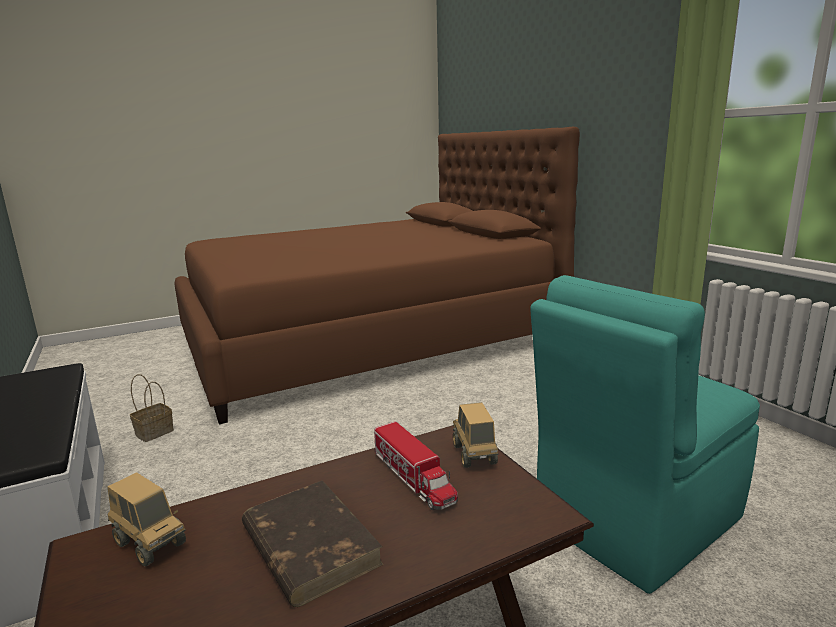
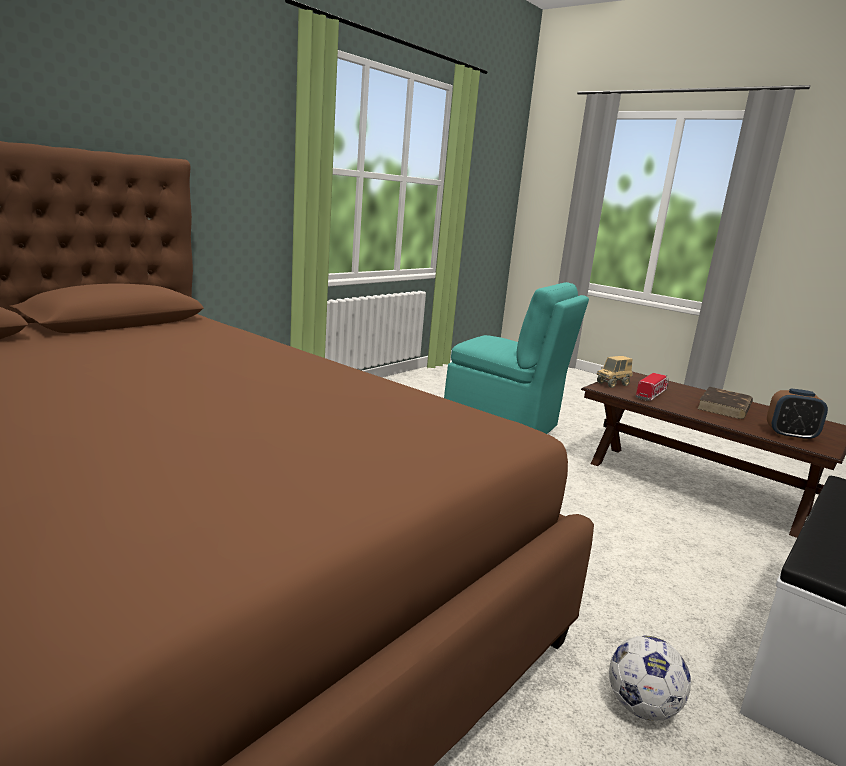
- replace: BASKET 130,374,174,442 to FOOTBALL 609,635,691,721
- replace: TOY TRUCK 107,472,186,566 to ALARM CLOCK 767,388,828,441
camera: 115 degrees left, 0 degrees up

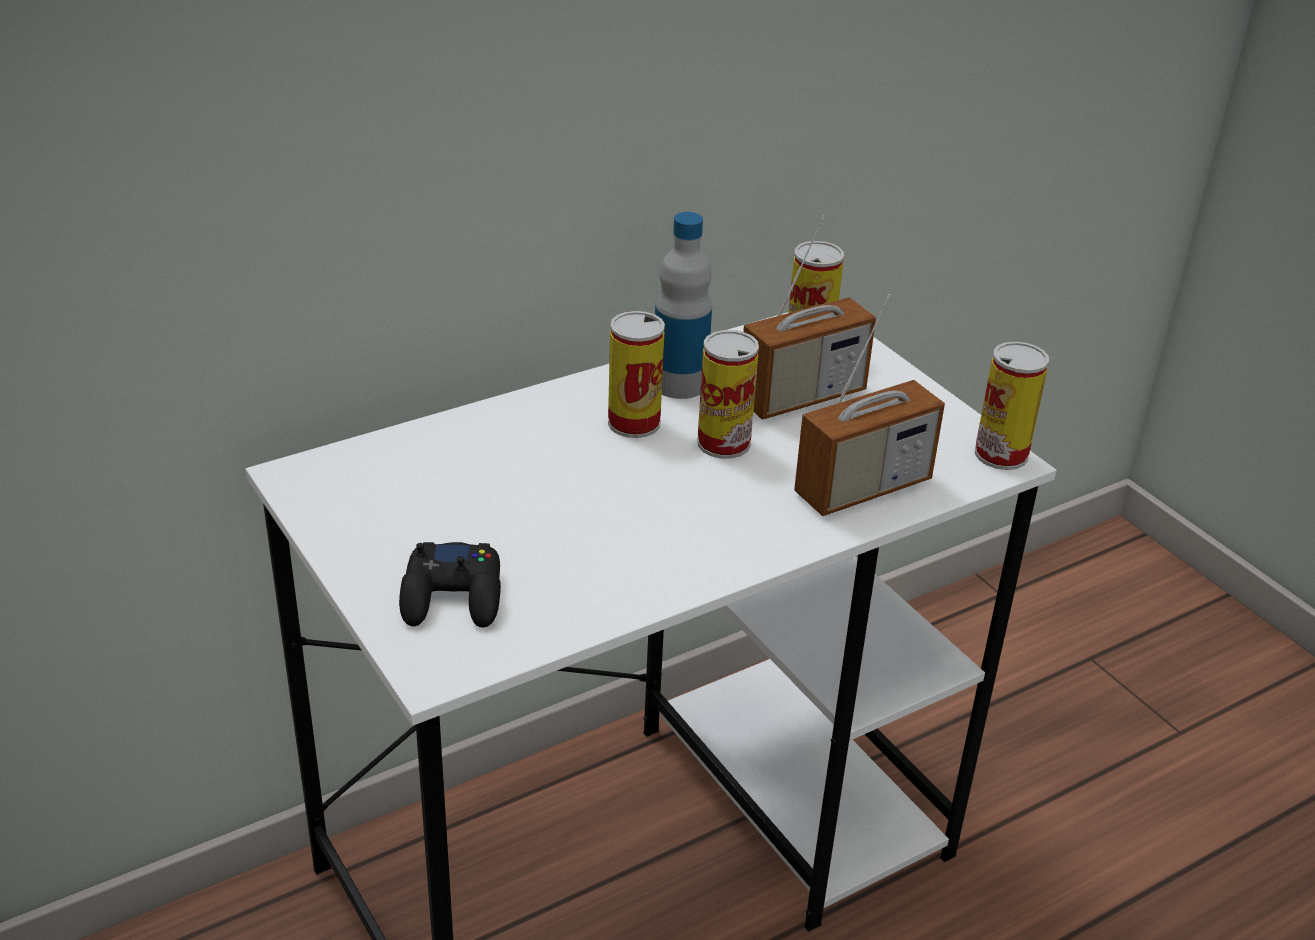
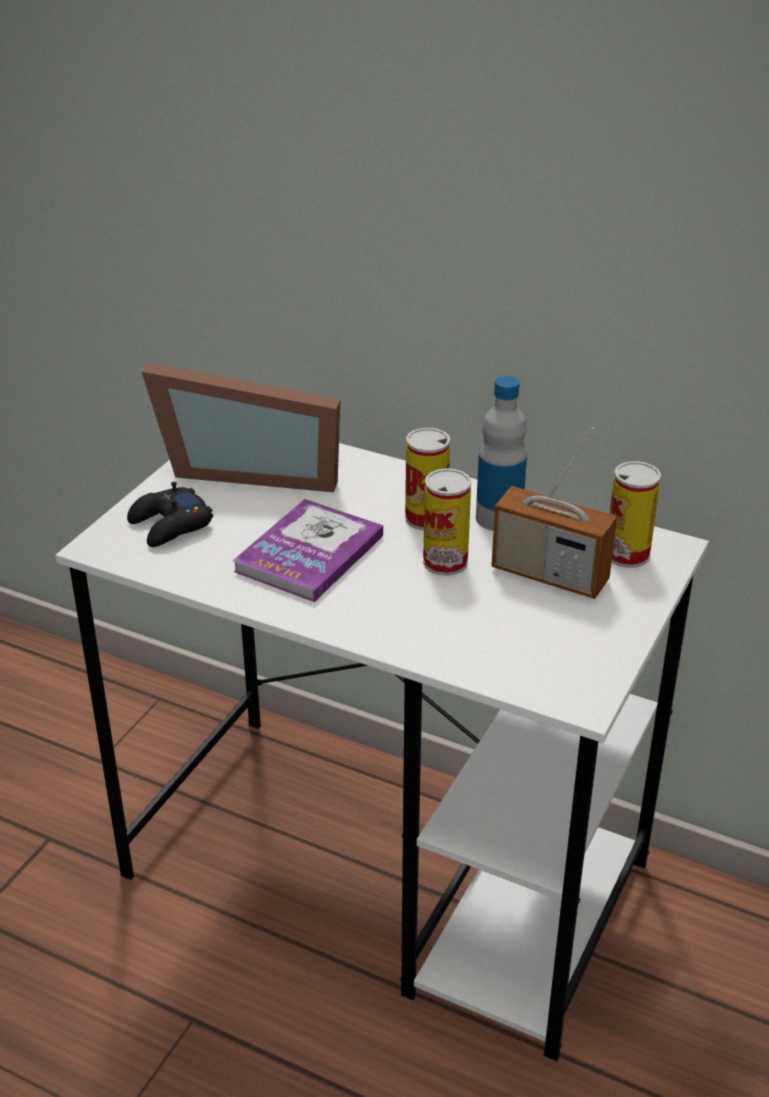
- delete: RADIO 794,294,945,516
- delete: CAN 975,341,1049,470
- insert: PICTURE FRAME 141,362,340,492
- insert: BOOK 233,499,383,602
camera: 60 degrees right, 0 degrees up

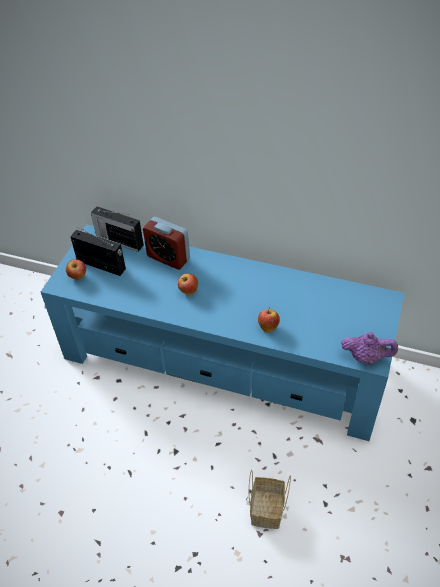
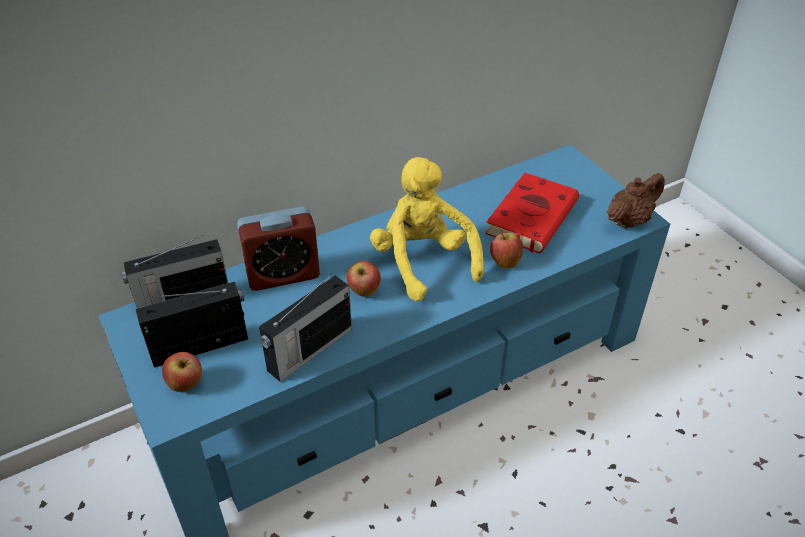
- recolor: PURPLE TEAPOT 341,332,398,365 to BROWN TEAPOT 606,173,665,229
- delete: BASKET 249,470,291,529
- insert: YELLOW PLUSH TOY 370,157,484,301
- insert: RED BOOK 485,173,579,254
- insert: RADIO 259,273,352,382
camera: 50 degrees left, 5 degrees down

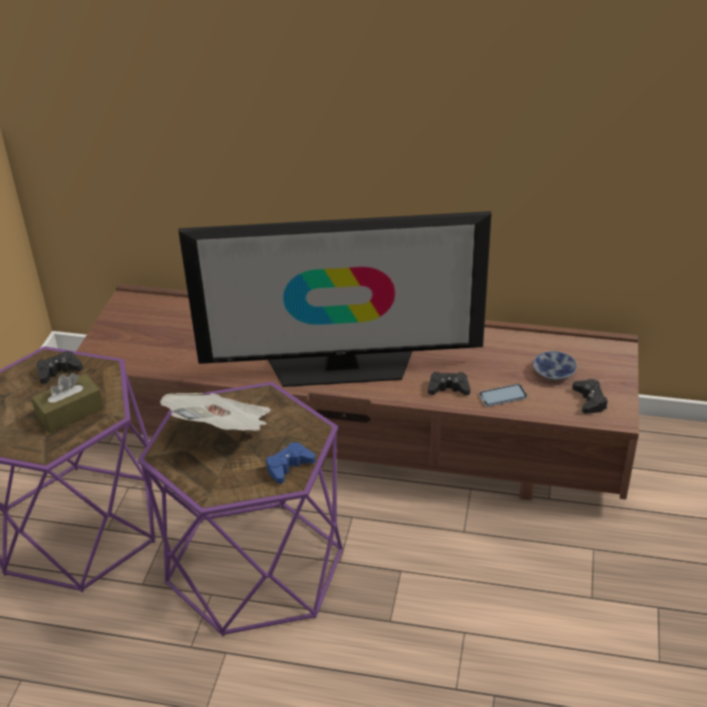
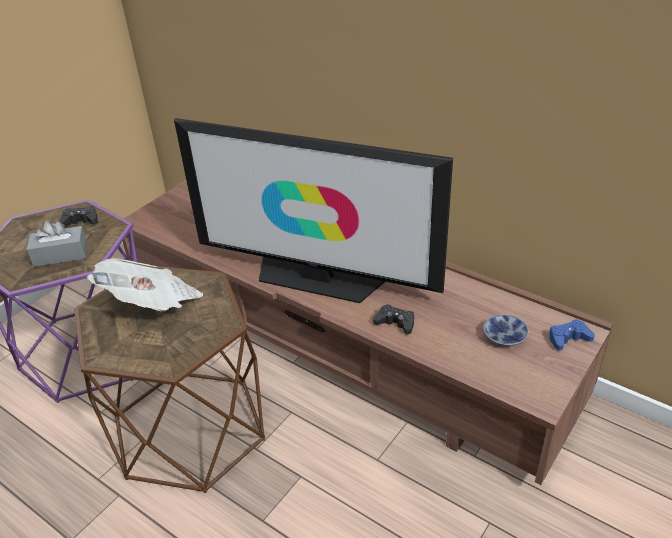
- recolor: BROWN TISSUE BOX 31,373,104,433 to GREY TISSUE BOX 26,220,88,267
- delete: BLACK GAME CONTROLLER 572,379,608,414
- recolor: PURPLE SIDE TABLE 138,382,343,636 to BROWN SIDE TABLE 74,266,265,493
- delete: PHONE 479,384,527,407
- move: BLUE GAME CONTROLLER 266,442,316,484 to 549,319,595,350
camera: 25 degrees right, 0 degrees up

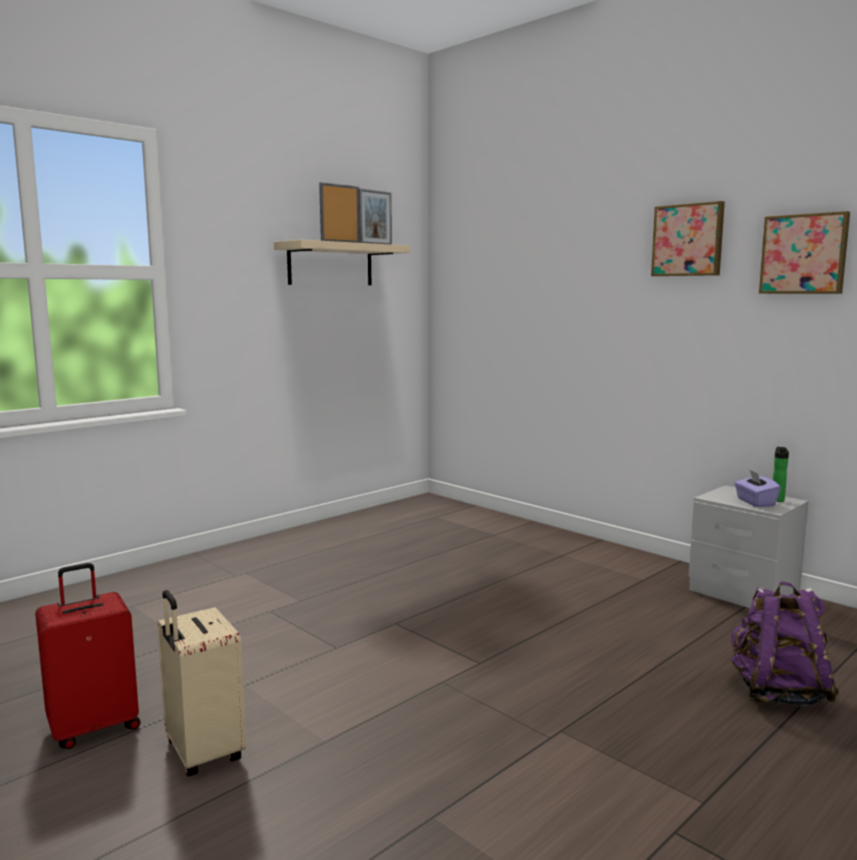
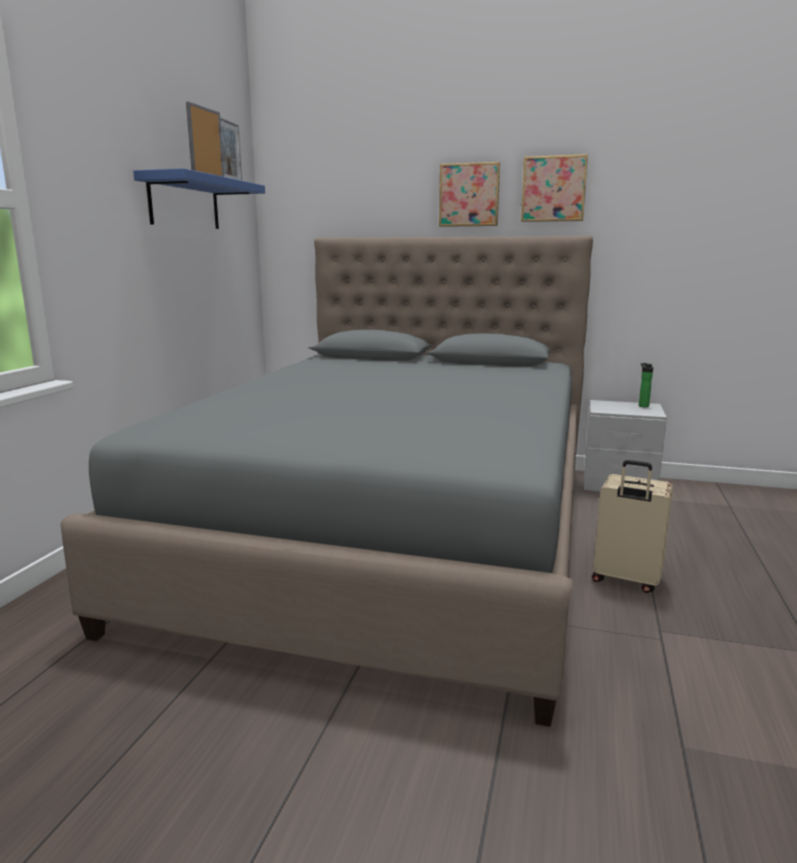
- move: PICTURE 759,211,850,294 to 439,162,500,227
- recolor: BEIGE SHELF 274,240,410,285 to BLUE SHELF 133,168,265,229
- delete: PURPLE TISSUE BOX 734,469,781,507
- delete: RED SUITCASE 35,563,141,749
- delete: PURPLE BACKPACK 731,581,840,707
- move: BEIGE SUITCASE 157,590,246,776 to 592,460,673,593
- insert: GREY BED 60,235,593,727
camera: 30 degrees left, 5 degrees up

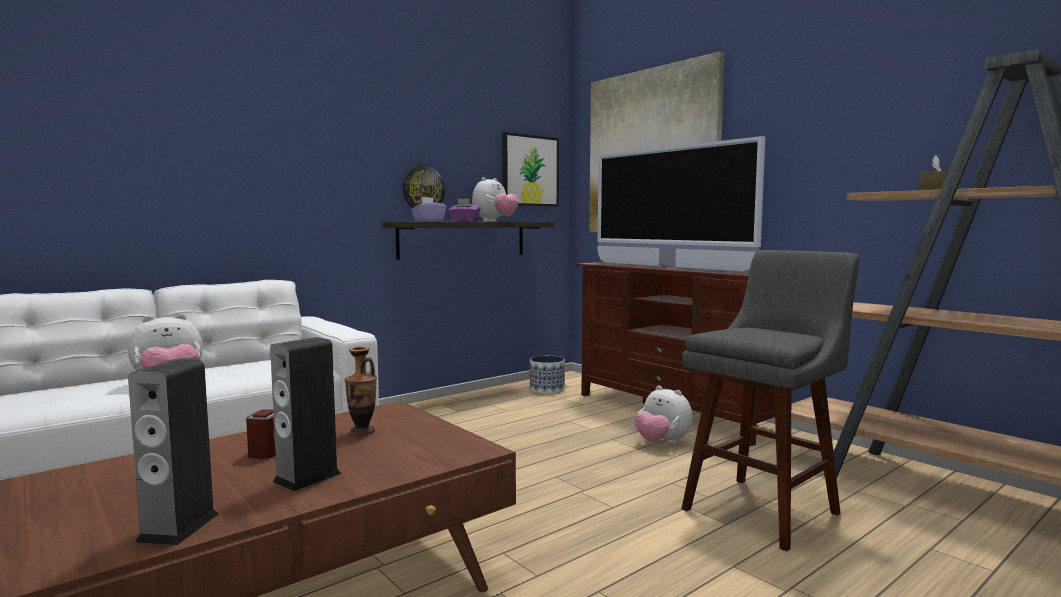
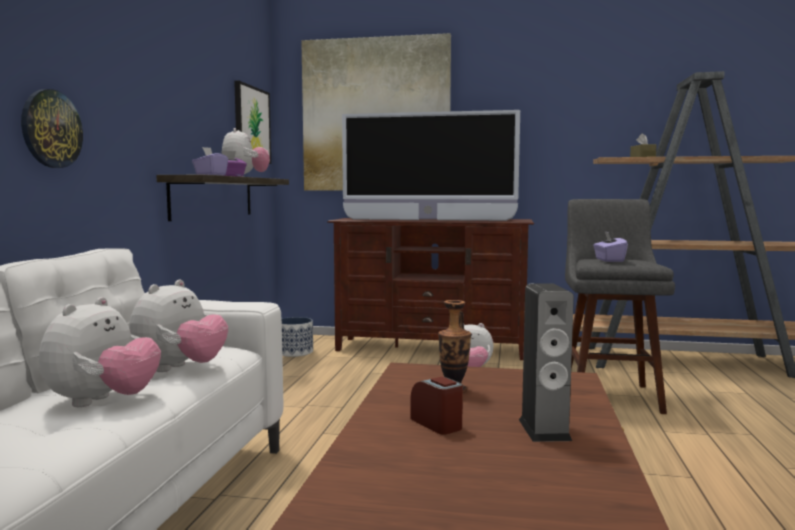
- move: WALL CLOCK 403,165,445,208 to 21,89,83,168
- delete: SPEAKER 128,359,218,545
- insert: PURPLE TISSUE BOX 593,232,628,262
- insert: PLUSH TOY 129,280,228,372
camera: 40 degrees left, 0 degrees up

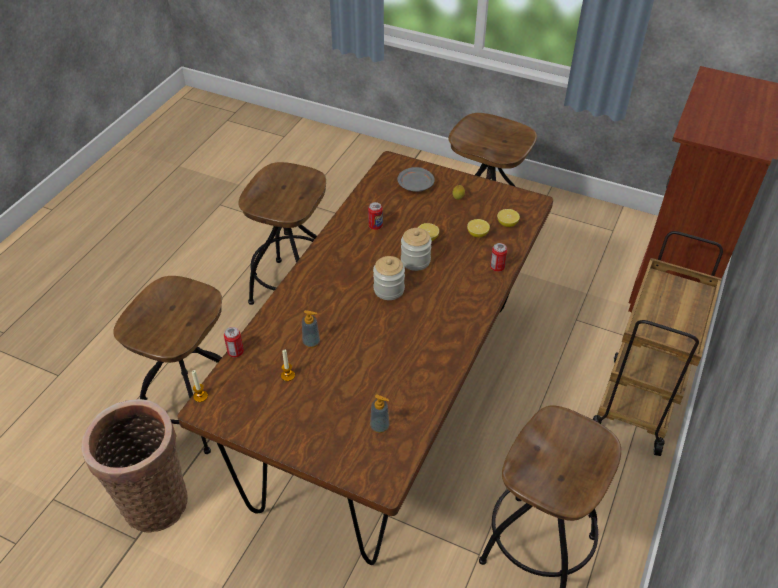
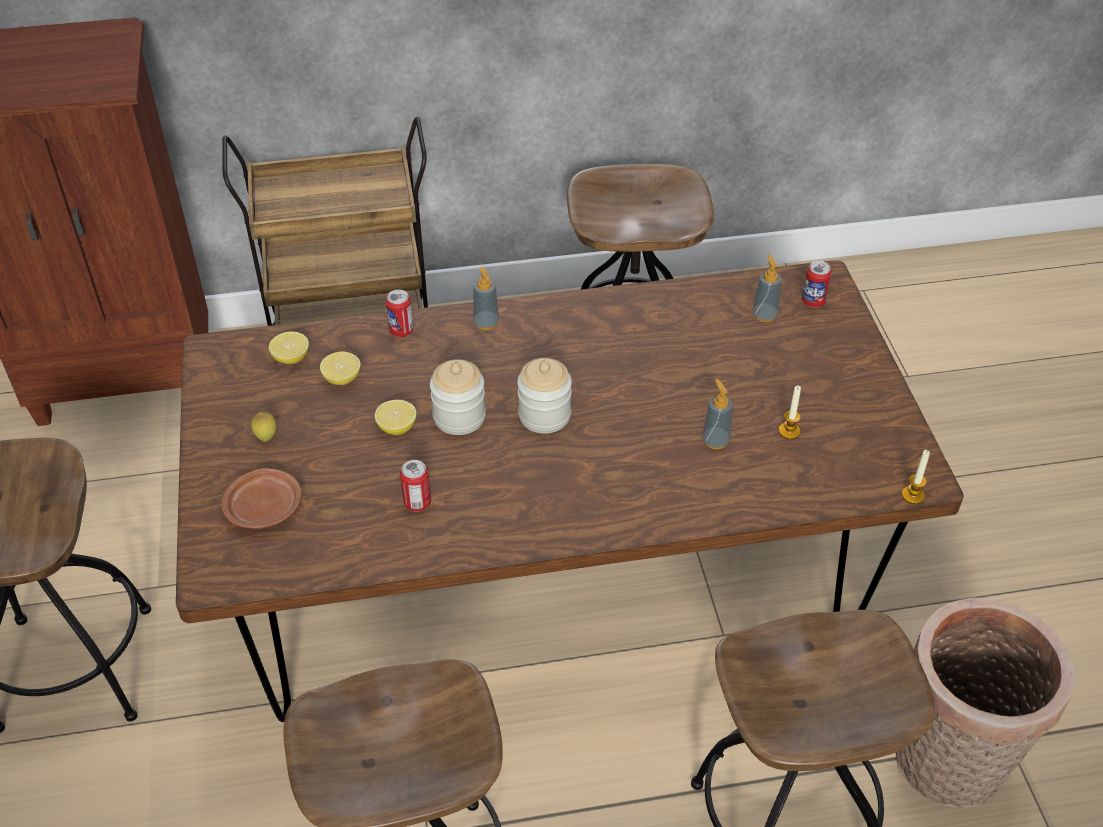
- recolor: GREY PLATE 397,167,435,192 to BROWN PLATE 222,468,302,529
- move: CAN 224,327,244,357 to 802,261,831,308
- insert: SOAP DISPENSER 473,267,499,330
camera: 125 degrees left, 0 degrees up

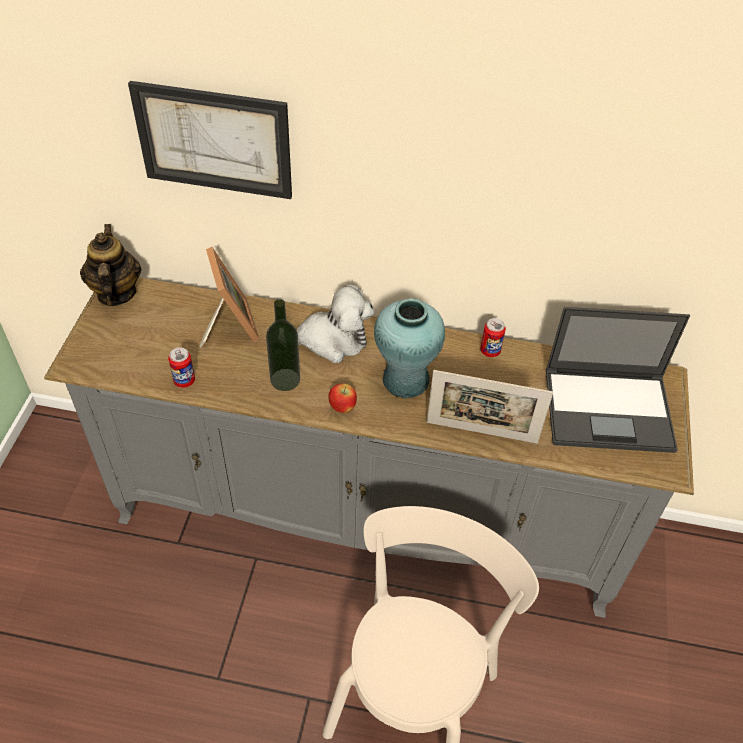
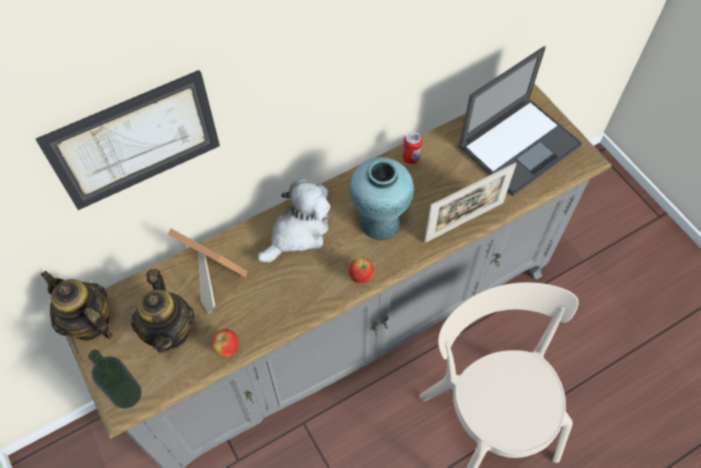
- move: BOTTLE 266,299,300,391 to 88,350,142,409
- replace: CAN 168,347,195,388 to APPLE 212,329,239,357
- insert: TEAPOT 131,269,195,353
camera: 40 degrees left, 10 degrees up

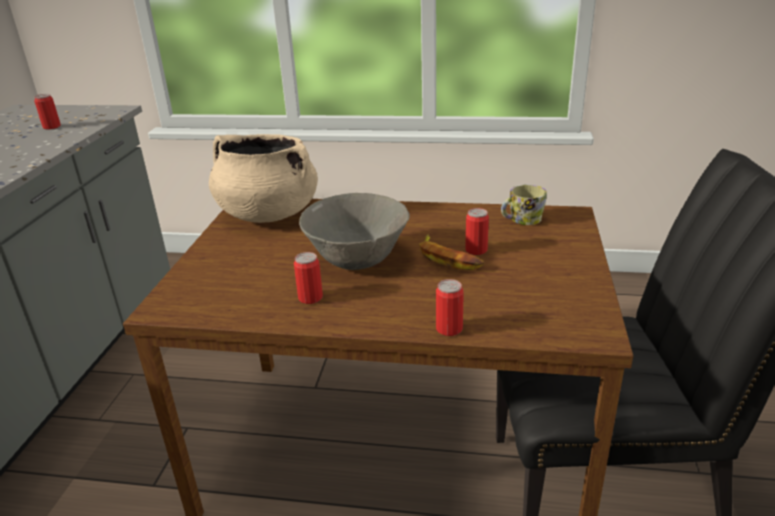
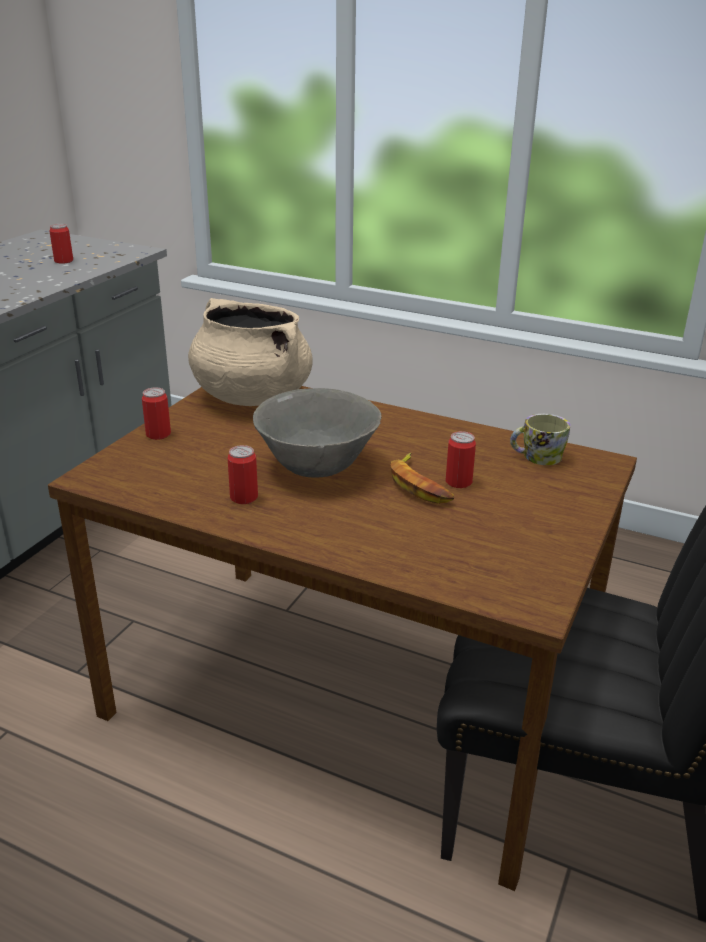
- move: CAN 436,279,464,336 to 142,388,171,440
camera: 15 degrees right, 0 degrees up

